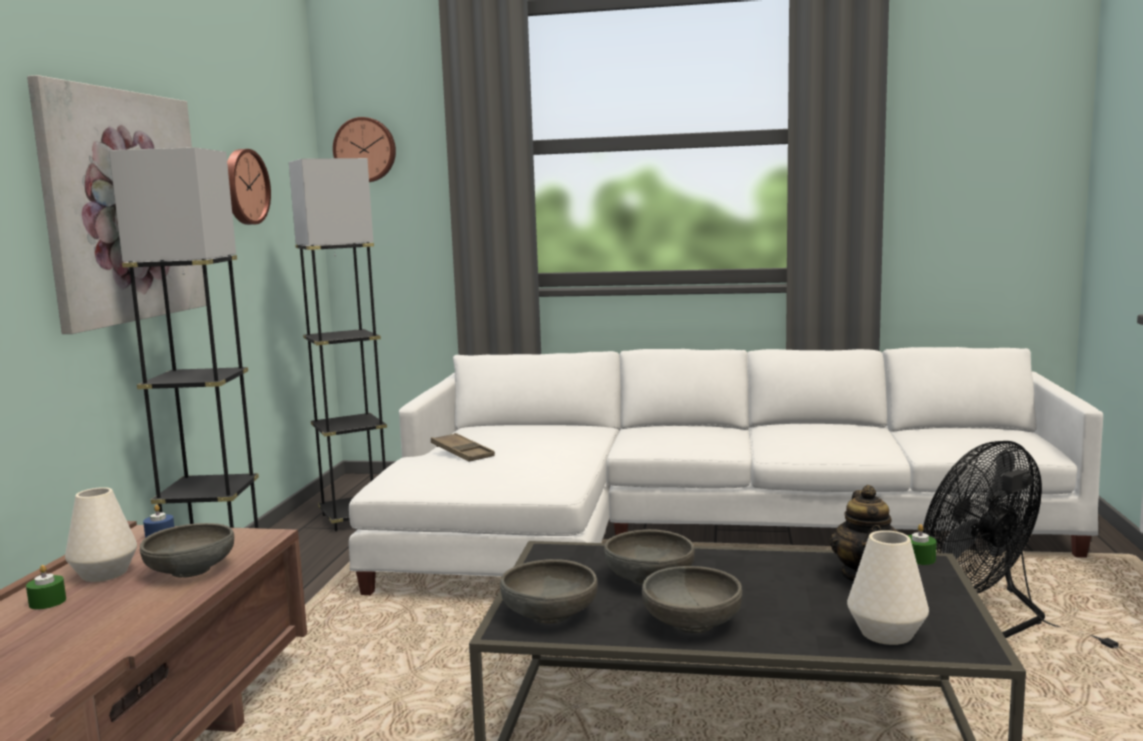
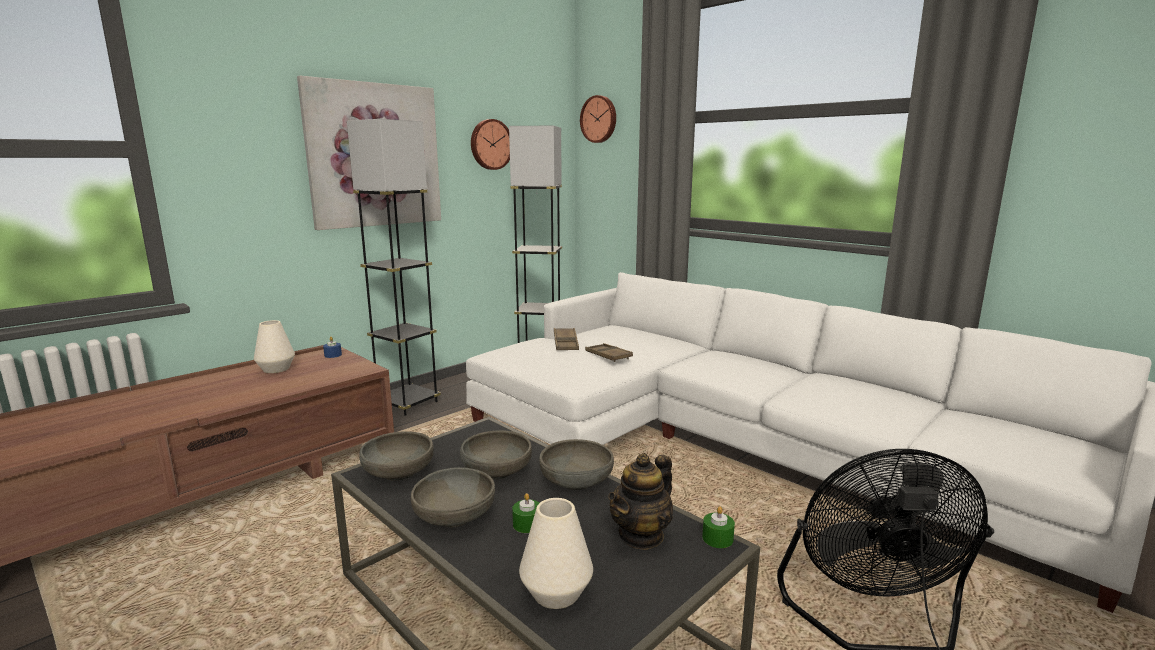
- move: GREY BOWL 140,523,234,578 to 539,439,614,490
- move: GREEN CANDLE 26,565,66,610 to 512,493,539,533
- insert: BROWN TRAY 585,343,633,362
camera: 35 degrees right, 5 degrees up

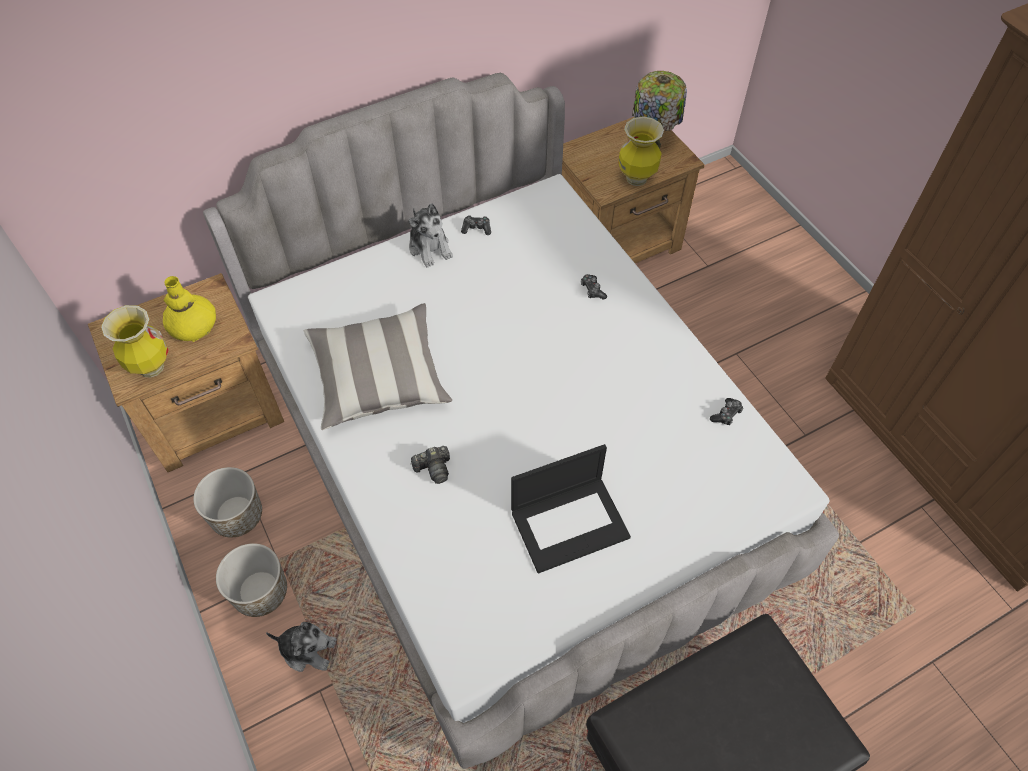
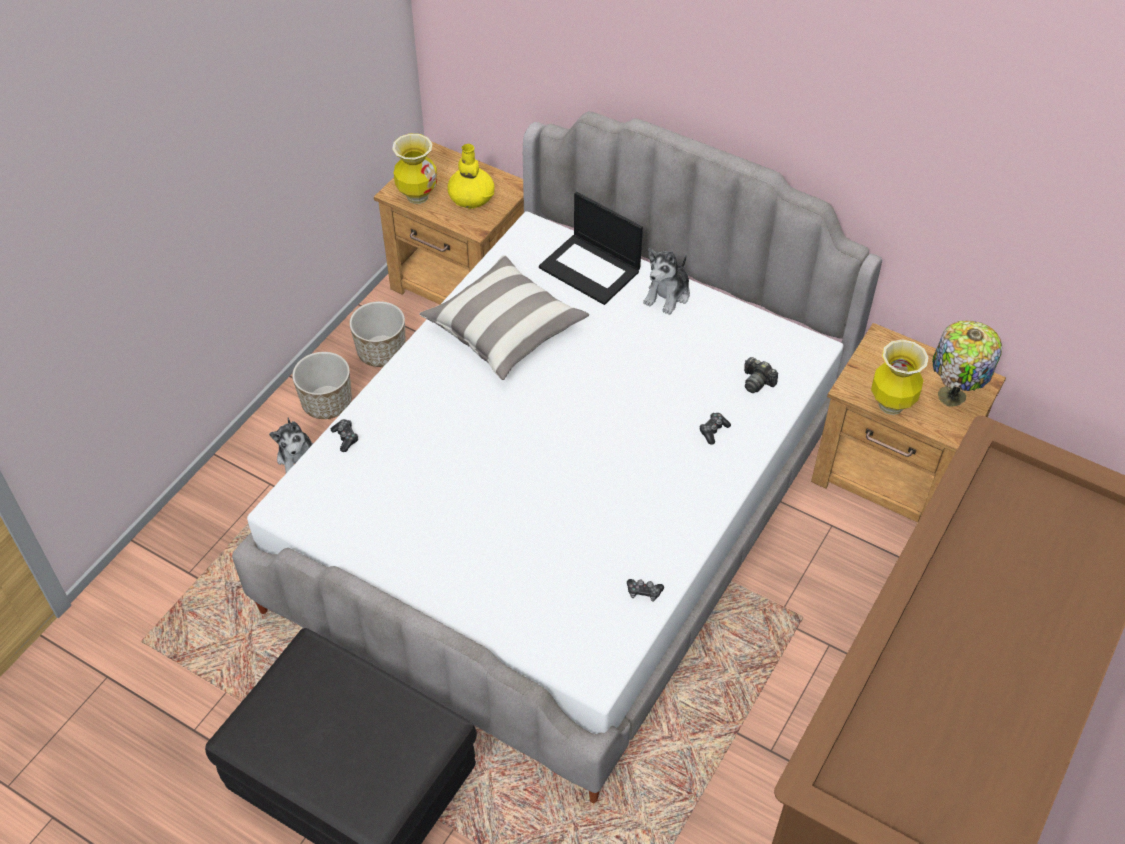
- move: GAME CONTROLLER 461,215,491,235 to 331,419,358,452
- move: LAPTOP 511,444,631,573 to 539,192,643,305
- move: PHOTO CAMERA 411,446,450,484 to 744,357,778,393
camera: 60 degrees right, 5 degrees down

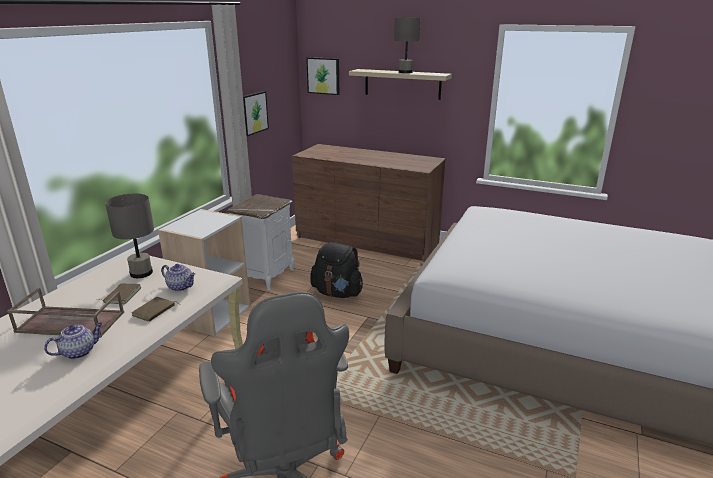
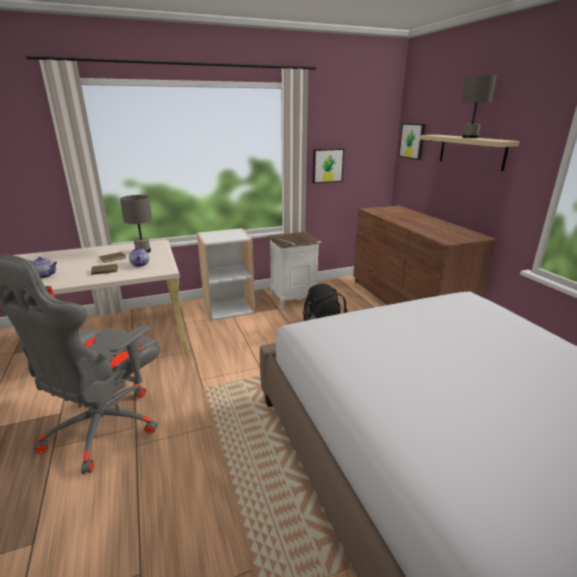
- delete: BROWN TRAY 7,288,124,338
camera: 45 degrees right, 0 degrees up

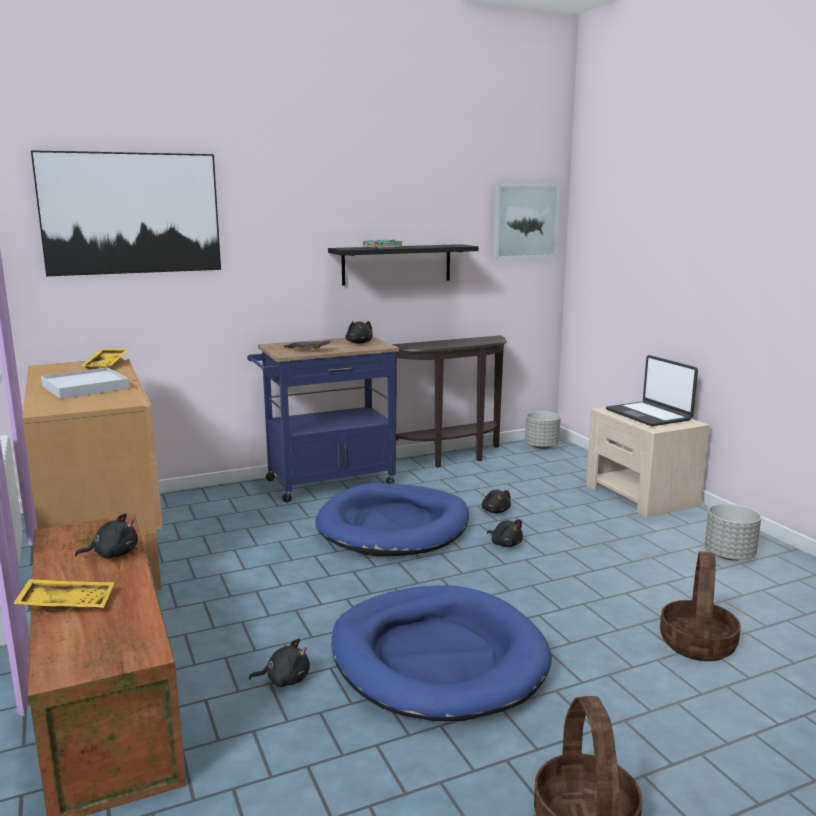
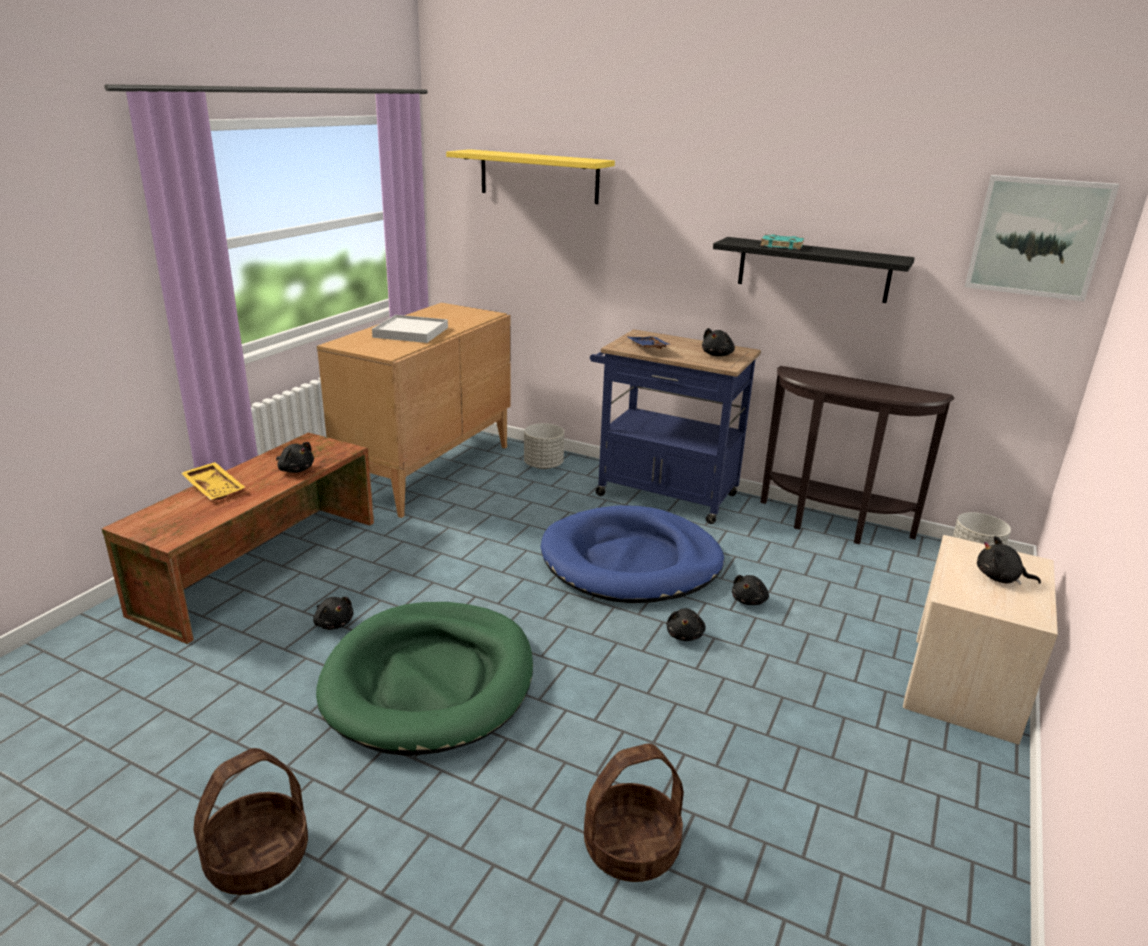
- replace: PICTURE 31,150,221,276 to YELLOW SHELF 446,149,615,204
- delete: YELLOW TRAY 81,349,129,370
- replace: LAPTOP 606,355,698,426 to BLACK PLUSH TOY 977,536,1041,585
- move: GREY PLANTER 705,504,761,561 to 524,423,564,469
- recolor: BLUE DOG BED 331,585,552,721 to GREEN DOG BED 316,602,533,756
camera: 50 degrees right, 10 degrees up

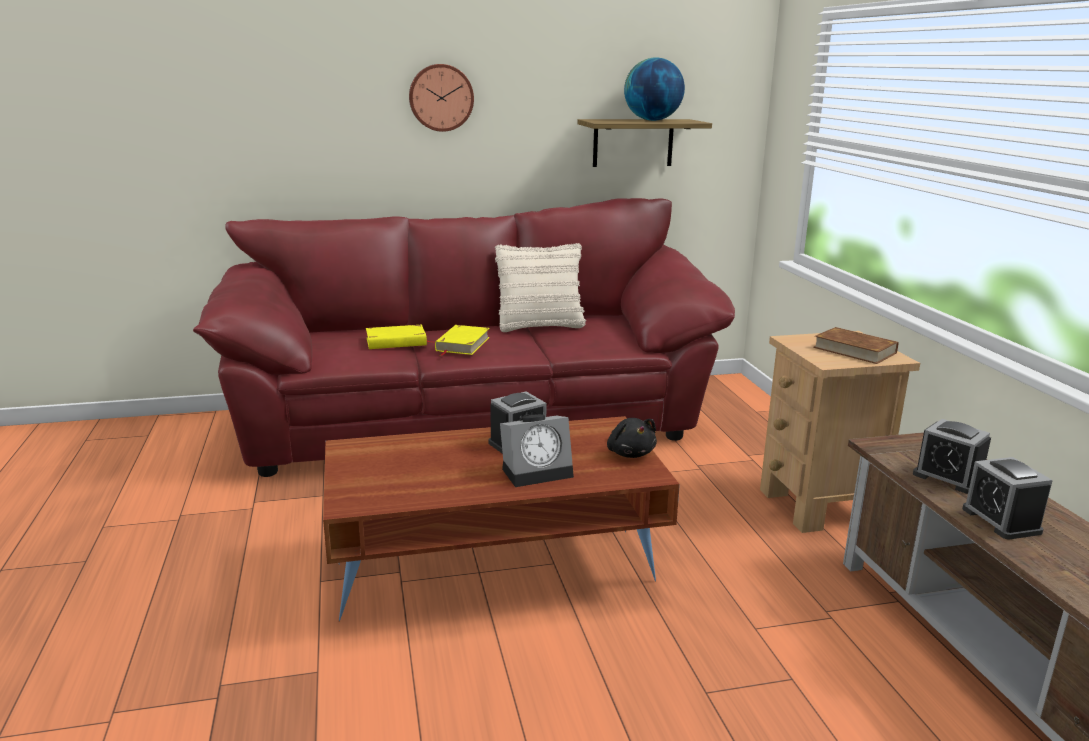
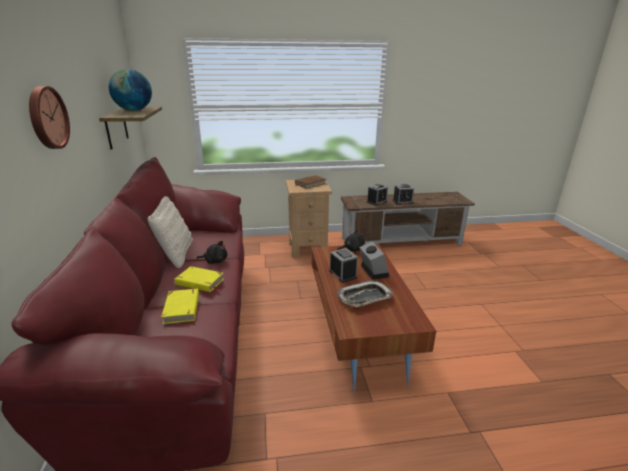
- insert: BLACK PLUSH TOY 196,241,227,264
- insert: TRAY 337,281,393,307
camera: 85 degrees left, 5 degrees up

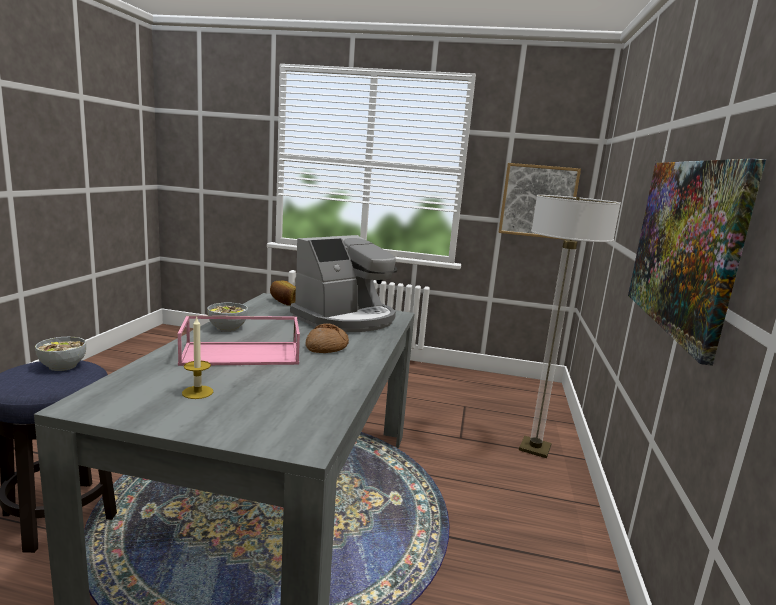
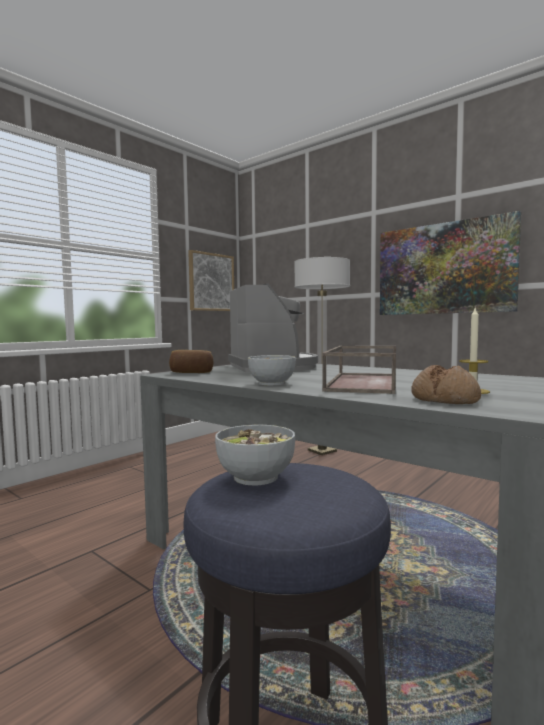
- recolor: PINK TRAY 178,315,300,366 to BROWN TRAY 322,346,396,394
- move: BREAD 306,323,349,353 to 411,365,482,404
camera: 60 degrees left, 10 degrees down

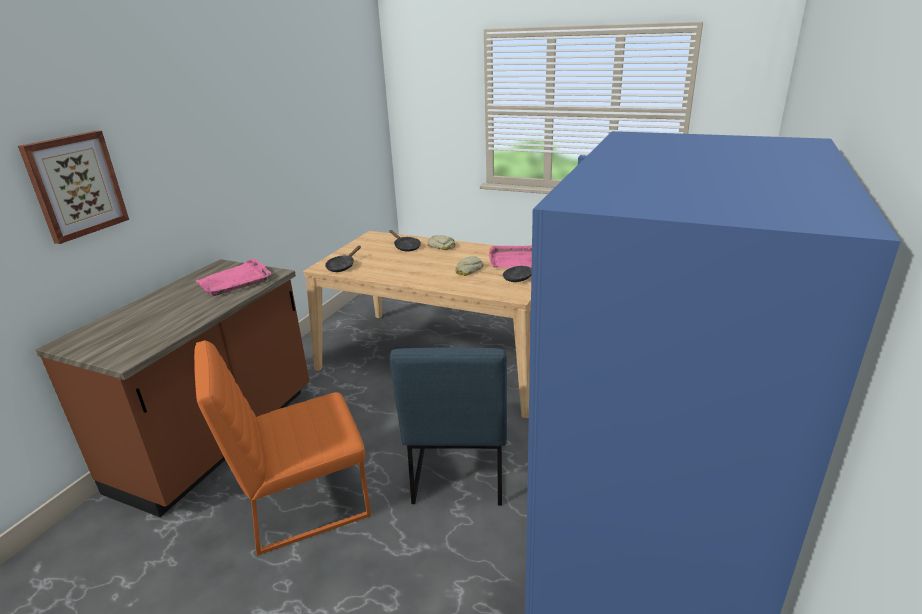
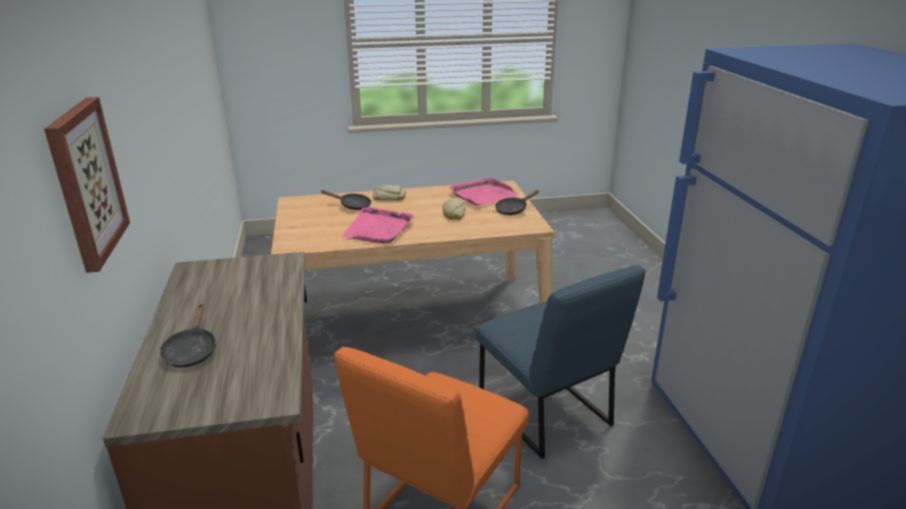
- move: BLACK FRYING PAN 325,246,361,272 to 160,304,216,367
- move: PINK TRAY 196,258,271,296 to 342,207,414,244
camera: 35 degrees left, 0 degrees up

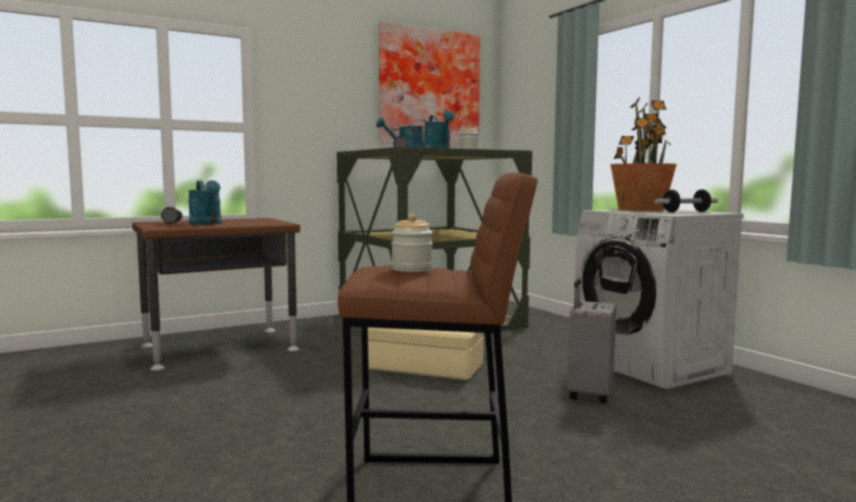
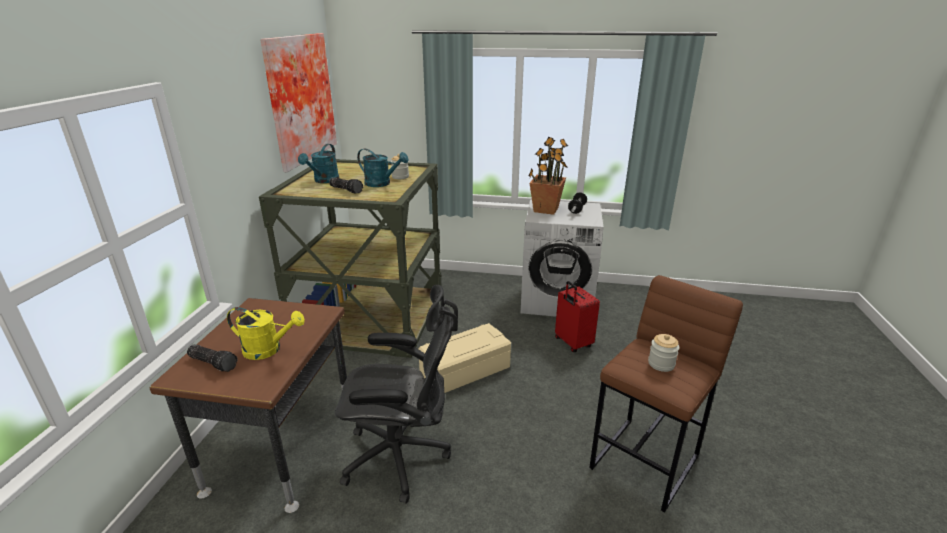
- recolor: TURQUOISE WATERING CAN 188,180,222,225 to YELLOW WATERING CAN 227,307,305,360
- recolor: GREY SUITCASE 567,279,617,404 to RED SUITCASE 555,281,600,352
- insert: OFFICE CHAIR 335,285,458,504
camera: 50 degrees left, 20 degrees up

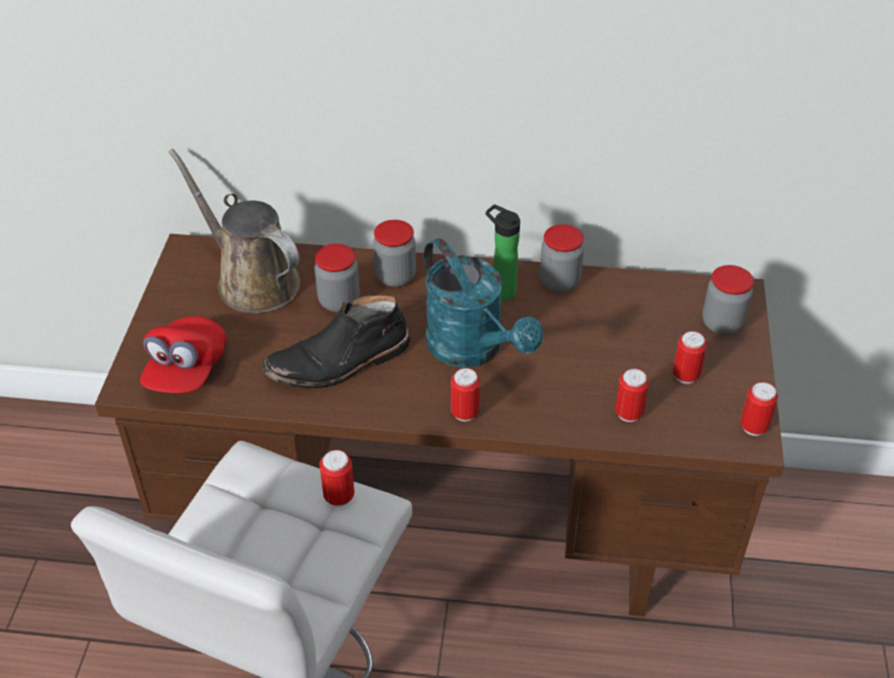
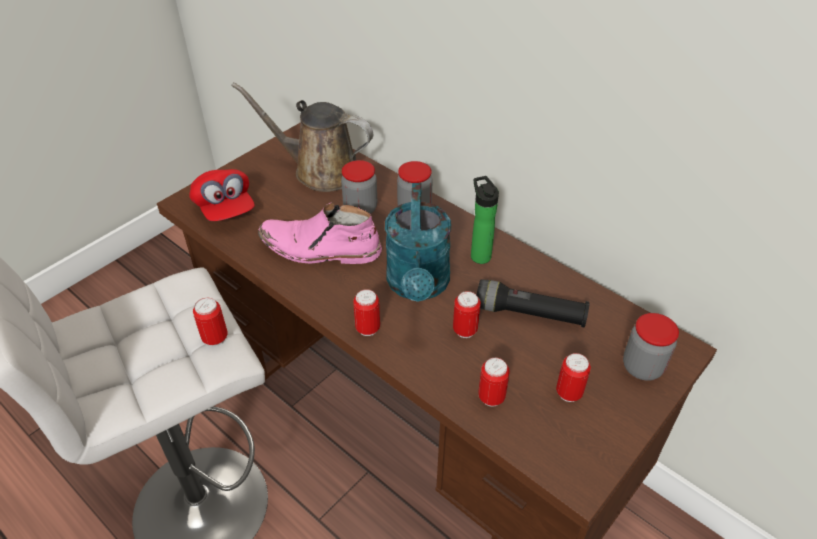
- rotate: BROWN WATERING CAN 169,149,300,313 = 231,82,373,192 60 degrees counterclockwise
- delete: JAR 540,224,584,292
- recolor: BLACK BOOT 262,295,410,389 to PINK BOOT 258,202,382,264
- rotate: RED CAP 140,316,226,393 = 189,169,255,221 75 degrees counterclockwise
- move: CAN 740,382,778,436 to 453,291,481,338
- insert: BLACK FLASHLIGHT 476,279,590,328
camera: 35 degrees right, 0 degrees up

